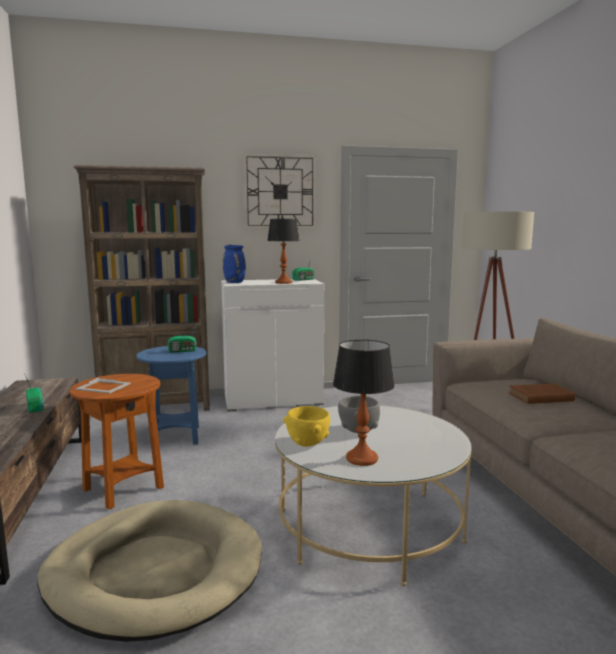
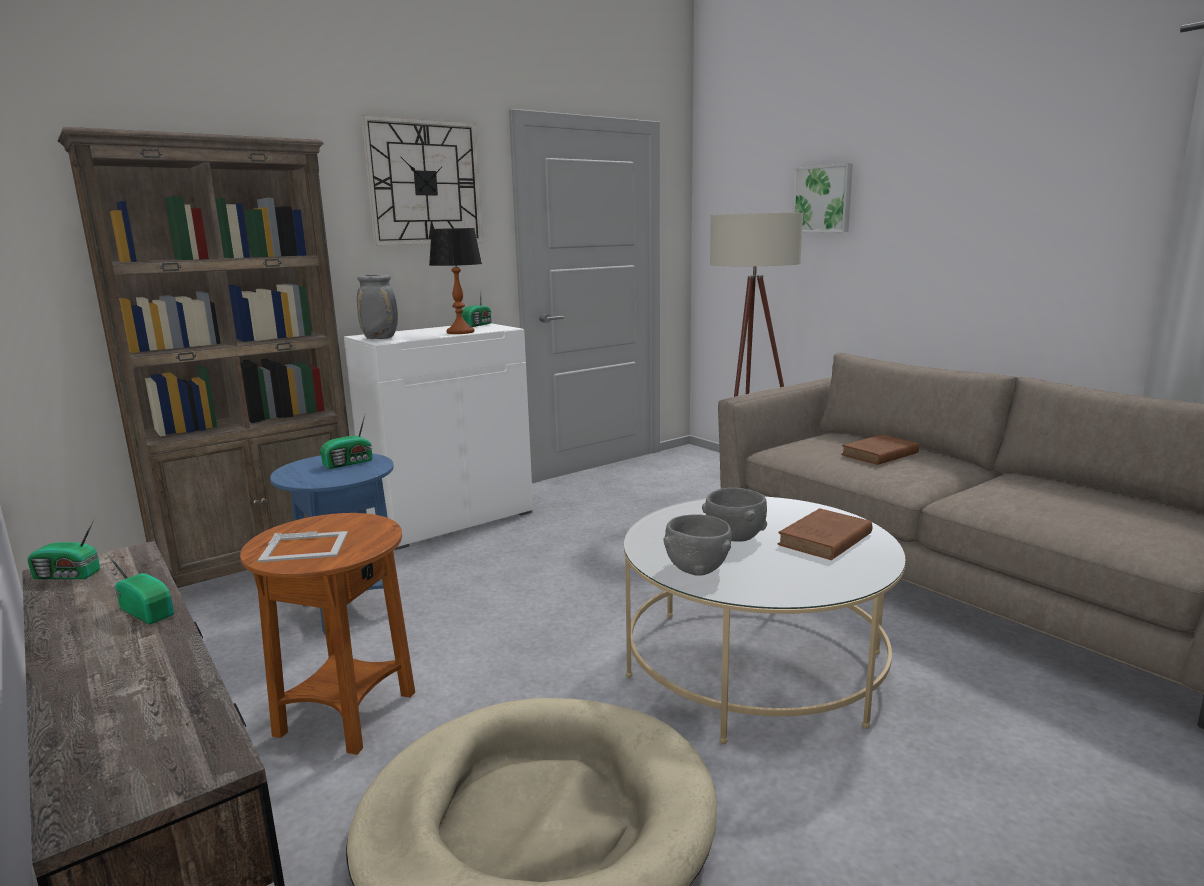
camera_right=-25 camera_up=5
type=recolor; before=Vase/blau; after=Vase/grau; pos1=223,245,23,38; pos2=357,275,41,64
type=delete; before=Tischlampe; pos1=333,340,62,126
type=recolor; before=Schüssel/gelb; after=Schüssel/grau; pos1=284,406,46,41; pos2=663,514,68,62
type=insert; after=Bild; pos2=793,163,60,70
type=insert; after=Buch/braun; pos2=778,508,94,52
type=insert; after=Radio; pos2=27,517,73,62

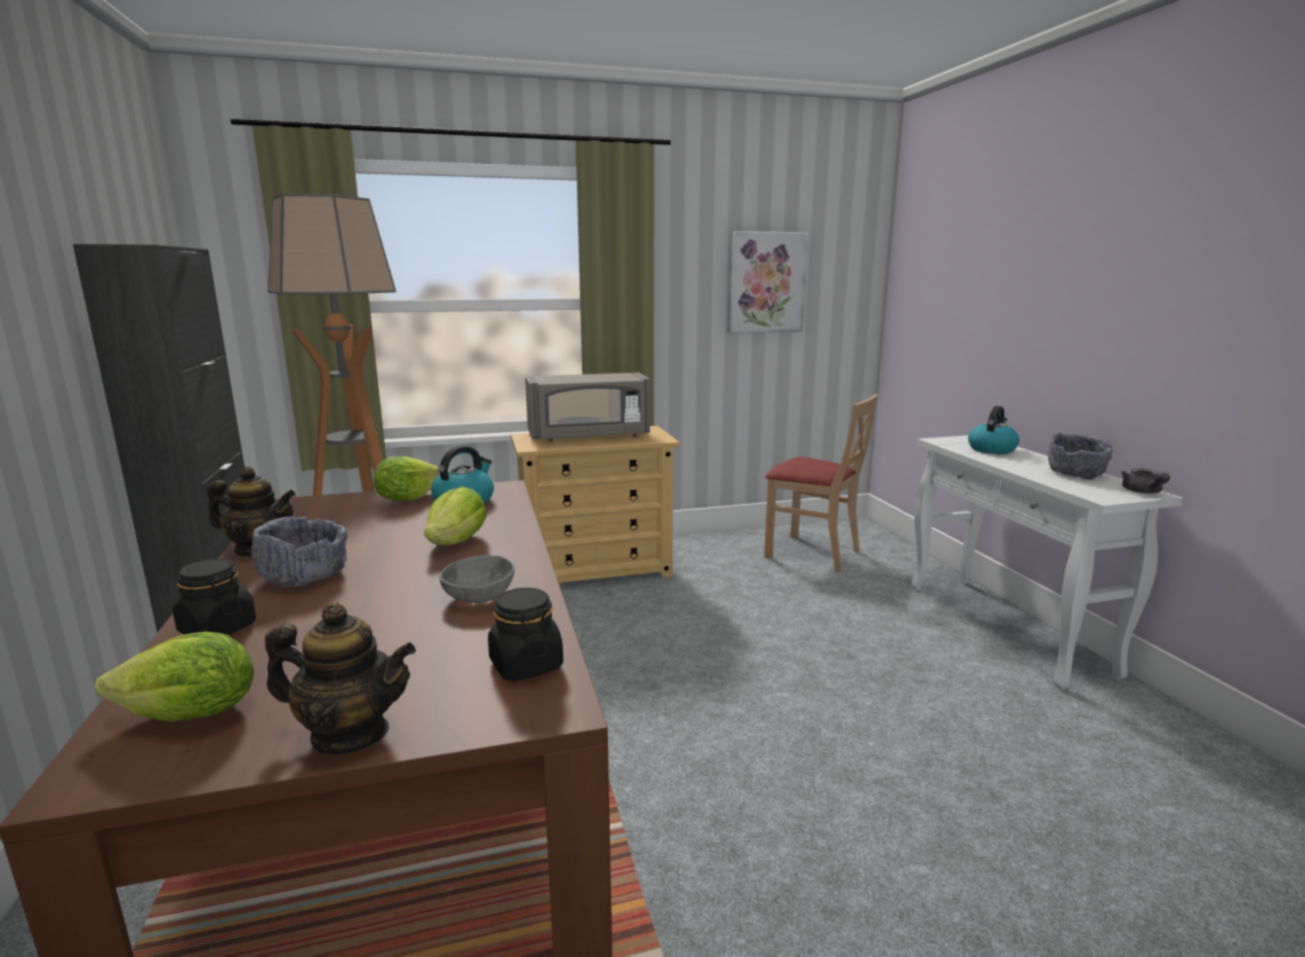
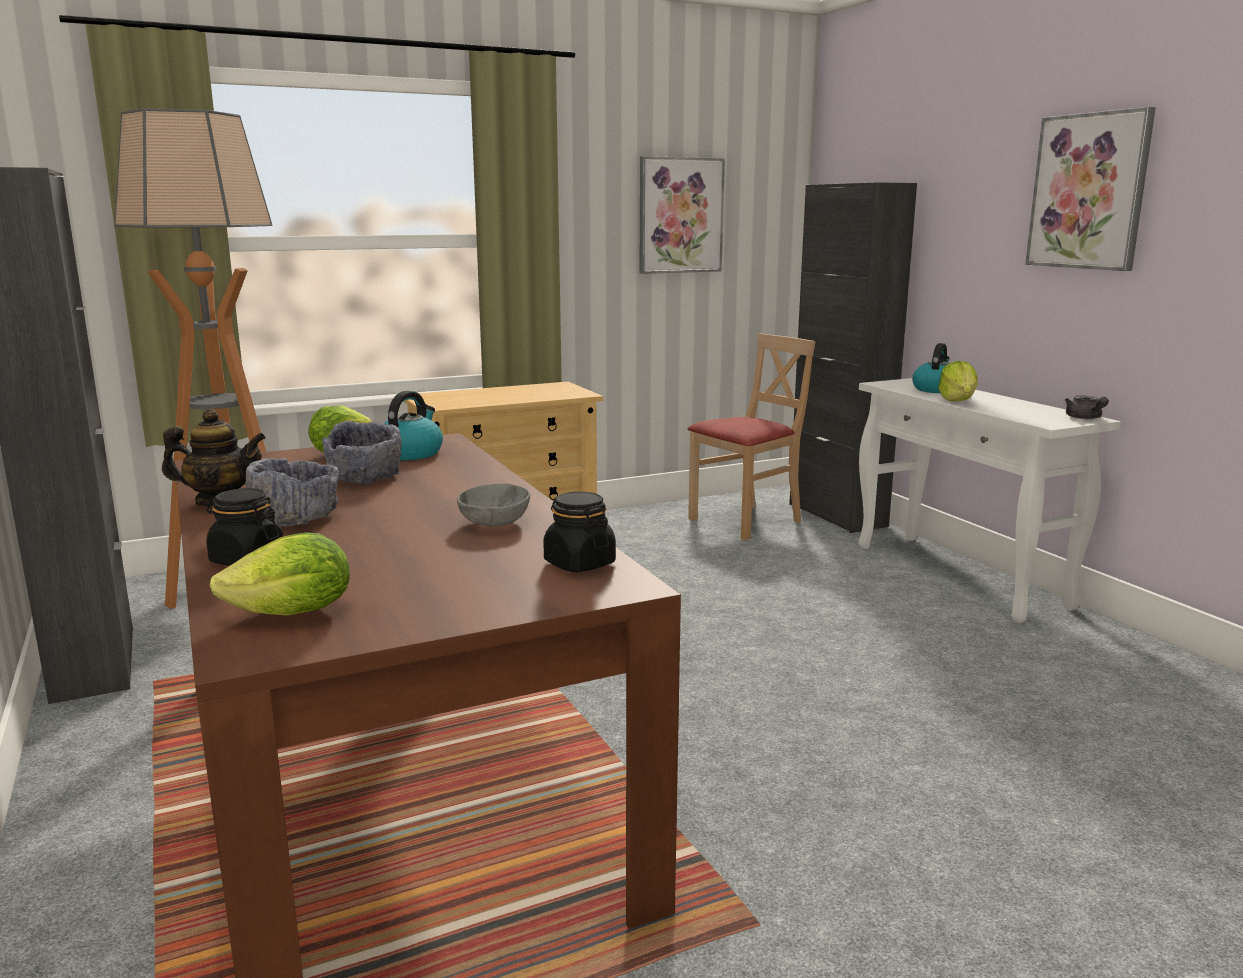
camera_right=-10 camera_up=0
type=delete; before=Mikrowelle/grau; pos1=525,373,125,69
type=rotate; before=Stuhl/beige; pos1=764,394,114,178; pos2=687,333,129,207; turn=-60
type=move; before=Schüssel/grau; pos1=1048,433,65,46; pos2=322,421,80,64
type=move; before=Salatkopf; pos1=424,487,63,58; pos2=938,361,40,40
type=delete; before=Teekanne; pos1=265,603,151,152
type=insert; after=Bild; pos2=1025,107,131,164
type=insert; after=Schrank/schwarz; pos2=789,182,128,351

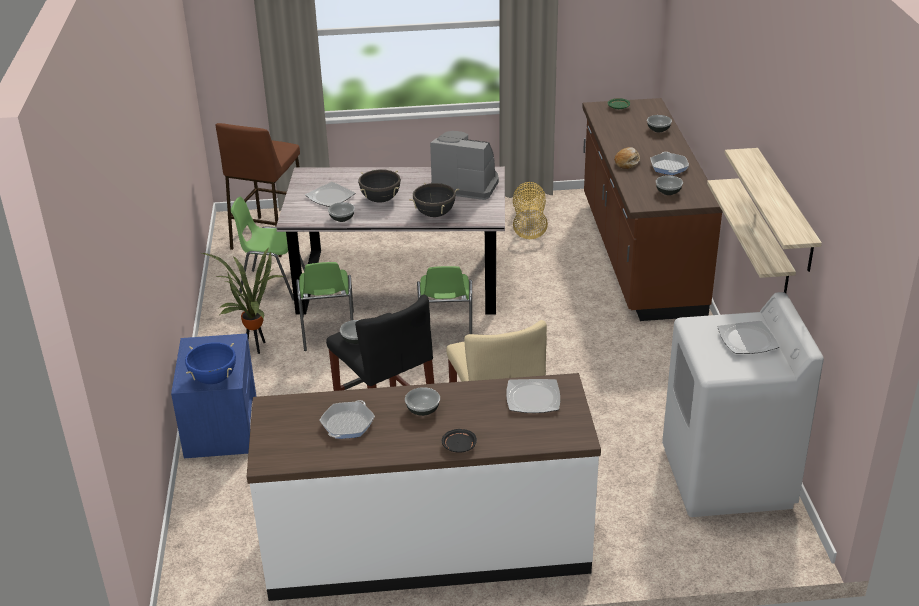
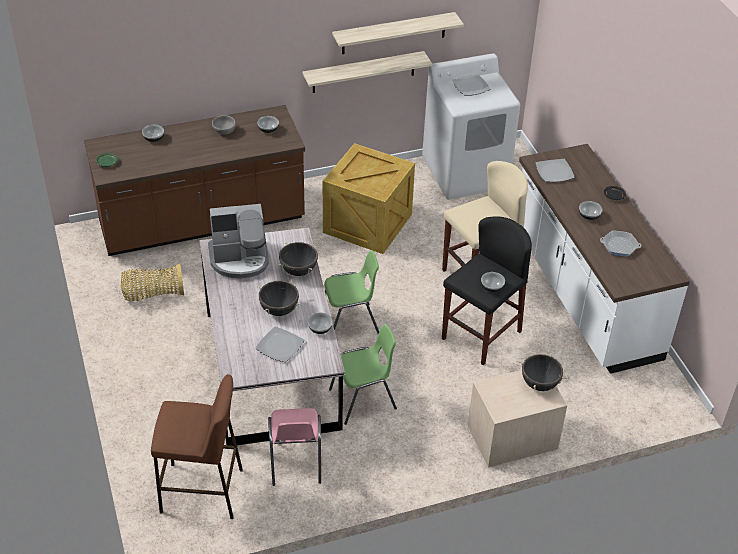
camera_right=-105 camera_up=10
type=rotate; before=Kaffeemaschine; pos1=430,131,69,69; pos2=208,204,61,75; turn=-105
type=delete; before=Brot; pos1=614,147,26,22
type=replace; before=Pfanne; after=Schüssel/grau; pos1=650,152,39,23; pos2=212,115,24,20
type=recolor; before=Stuhl/grün; after=Stuhl/rosa; pos1=231,197,74,104; pos2=268,408,53,78
type=delete; before=Topfpflanze; pos1=202,248,83,106
type=recolor; before=Nachttisch/blau; after=Nachttisch/beige; pos1=171,334,86,124; pos2=468,370,99,97
type=recolor; before=Kochtopf/blau; after=Kochtopf/schwarz; pos1=185,342,51,42; pos2=518,353,49,38
type=insert; after=Kiste; pos2=323,143,92,111

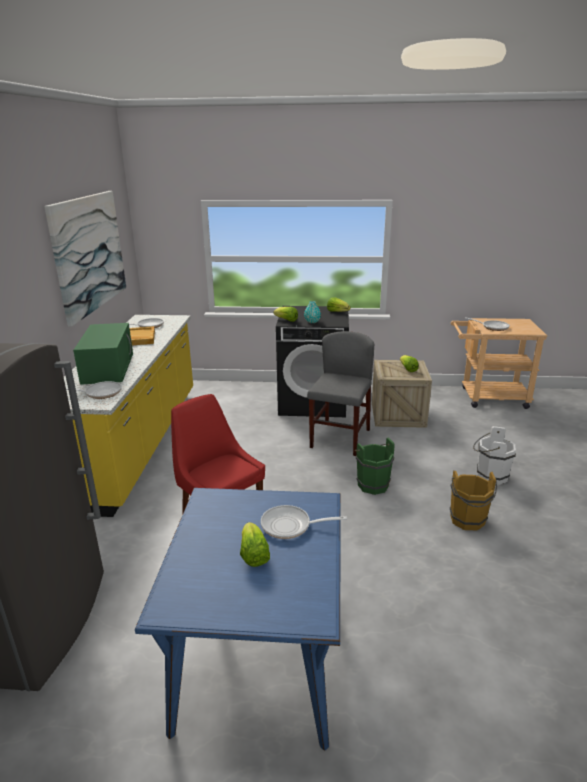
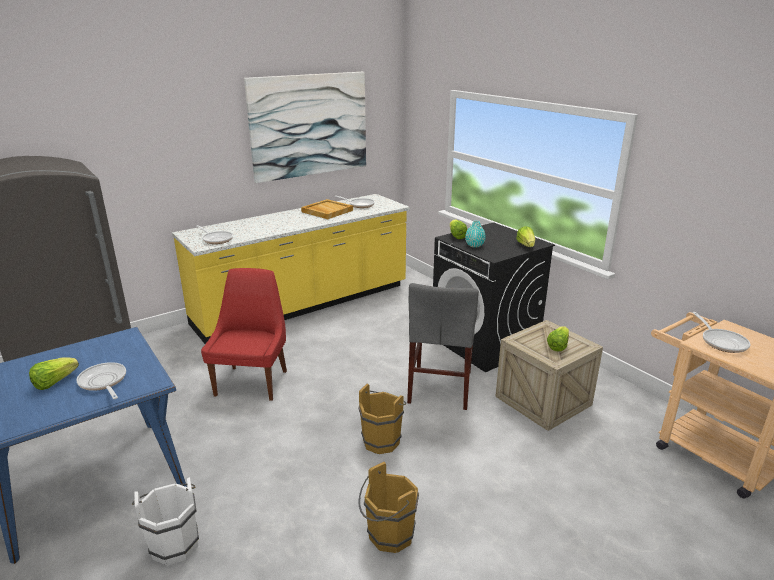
camera_right=50 camera_up=0
type=delete; before=Mikrowelle/grün; pos1=73,323,60,62
type=rotate; before=Stuhl/grau; pos1=307,331,67,125; pos2=407,283,72,127; turn=120
type=move; before=Eimer/weiß; pos1=473,426,43,59; pos2=132,477,67,89
type=recolor; before=Eimer/grün; after=Eimer/braun; pos1=354,437,41,58; pos2=358,383,48,71

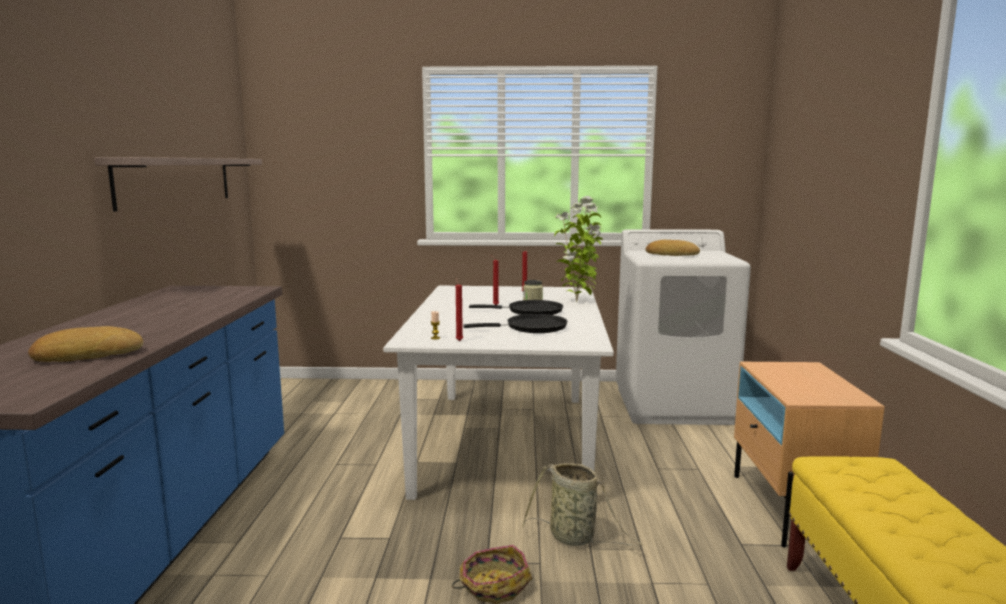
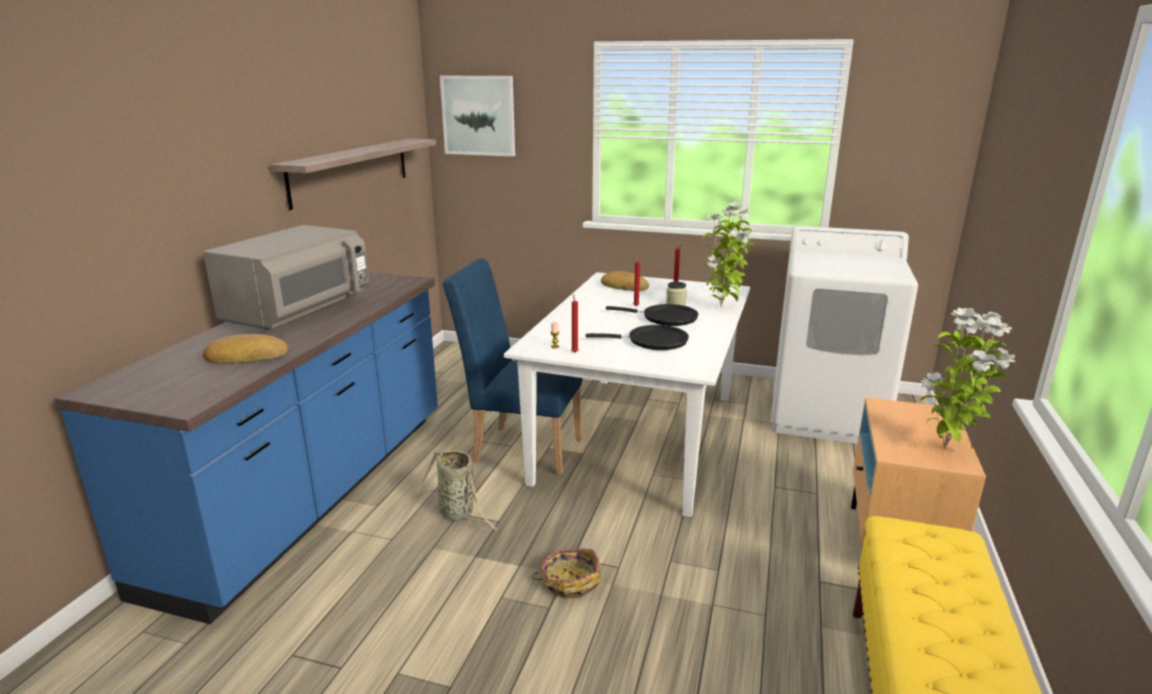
camera_right=15 camera_up=10
type=move; before=Brot; pos1=646,240,54,16; pos2=601,271,48,20
type=move; before=Korb; pos1=522,463,121,83; pos2=414,450,85,80
type=insert; after=Bild; pos2=440,76,75,80
type=insert; after=Mikrowelle/grau; pos2=203,225,166,105
type=insert; after=Stuhl/blau; pos2=443,258,139,218
type=insert; after=Topfpflanze; pos2=921,308,94,141

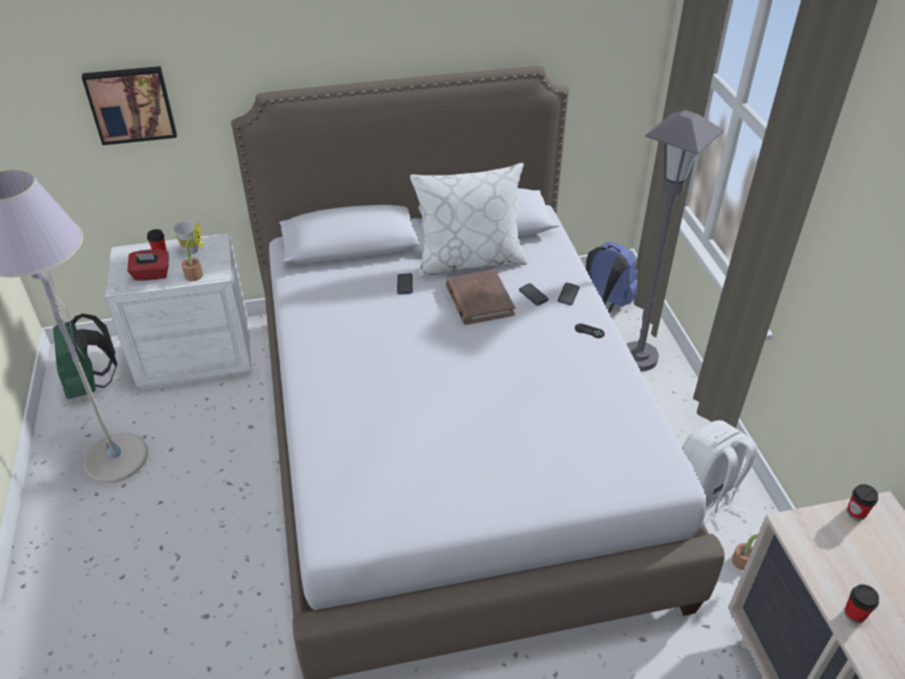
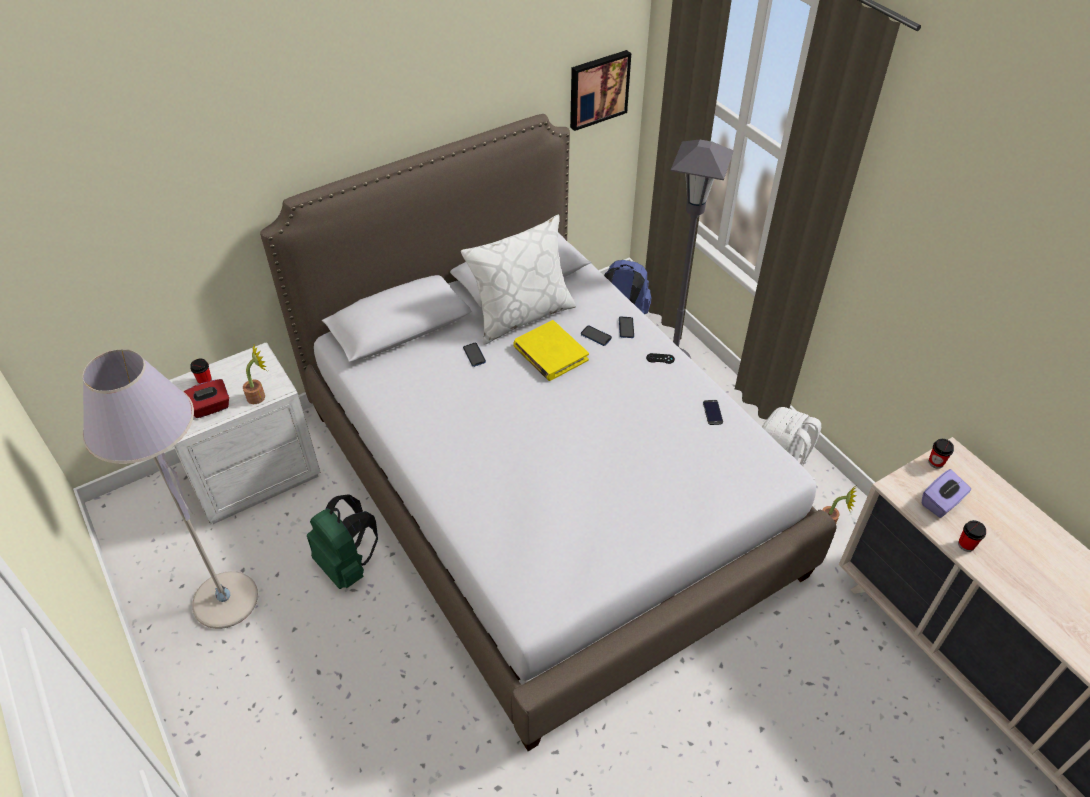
camera_right=-20 camera_up=5
type=move; before=Bild; pos1=82,66,95,79; pos2=570,50,61,81
type=delete; before=Tasse/weiß; pos1=173,220,26,35
type=recolor; before=Buch/braun; after=Buch/gelb; pos1=446,269,69,56; pos2=513,320,76,61
type=move; before=Rucksack/grün; pos1=53,314,64,85; pos2=307,494,71,95
type=insert; after=Handy; pos2=703,400,20,25
type=insert; after=Taschentuchbox/lila; pos2=922,469,49,49

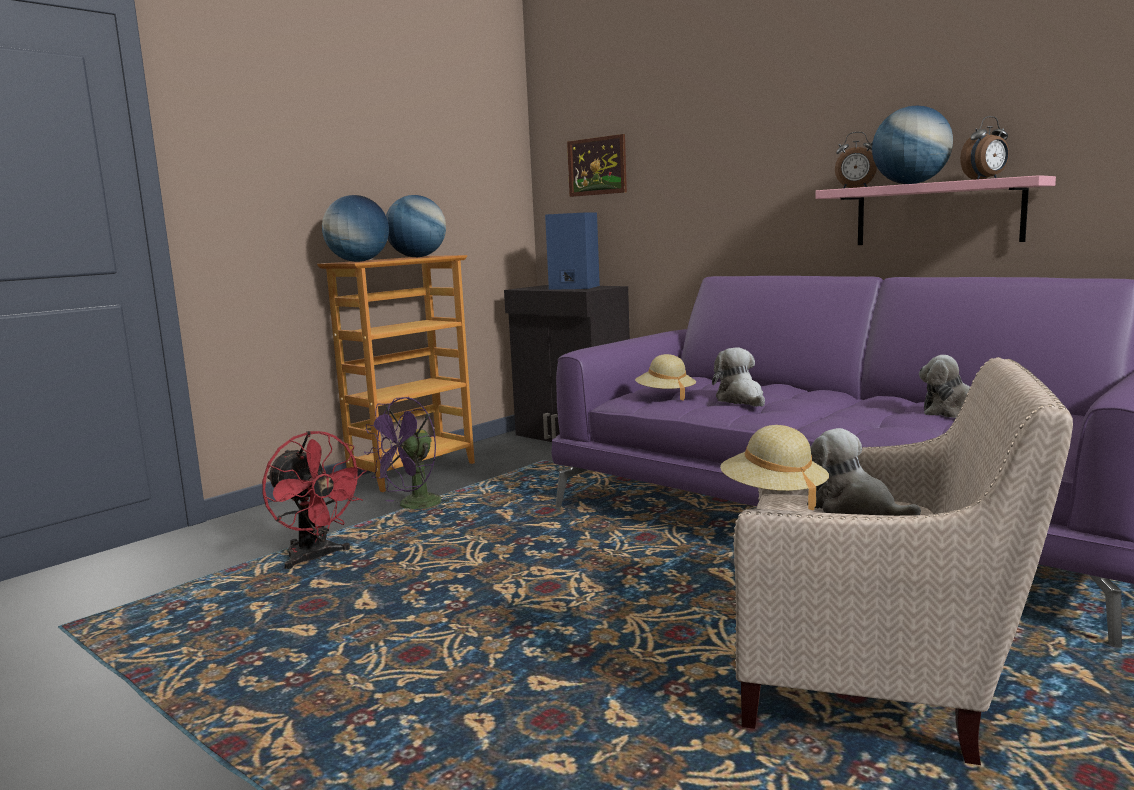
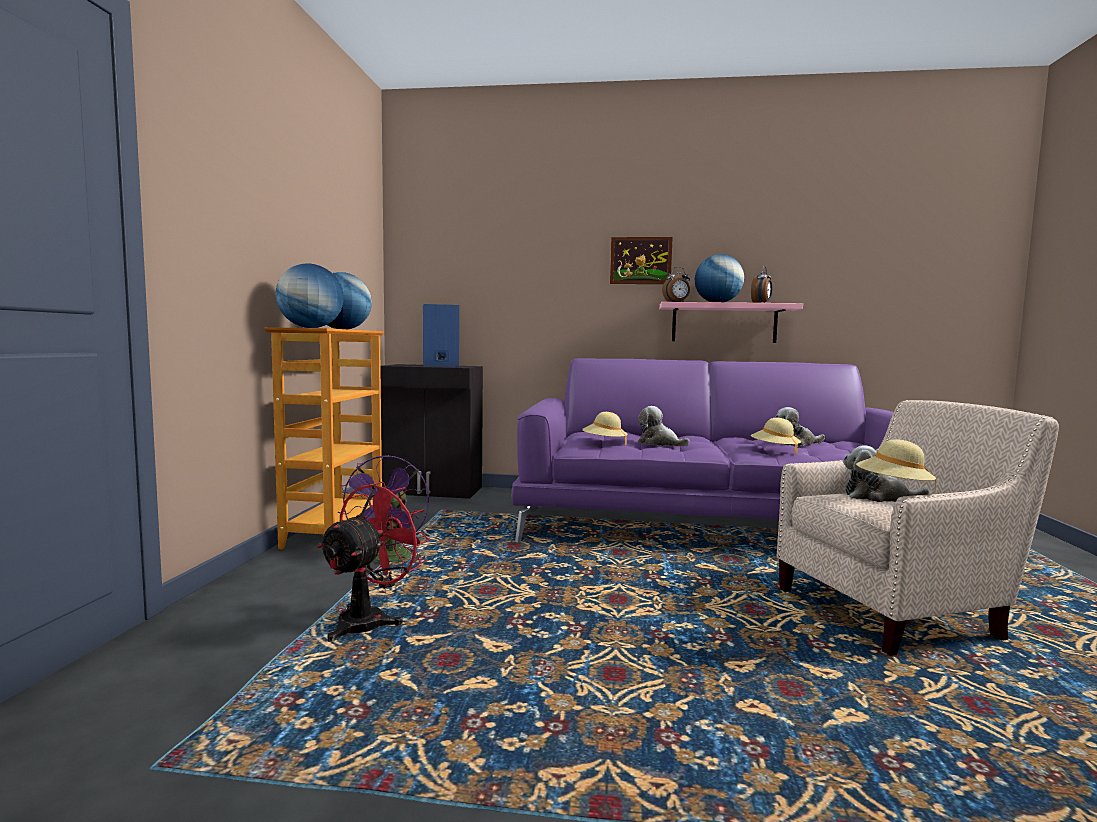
camera_right=-35 camera_up=-5
type=move; before=Bild; pos1=567,134,60,63; pos2=610,237,63,47
type=rotate; before=Ventilator/rot; pos1=262,431,105,138; pos2=317,482,113,160; turn=-75
type=insert; after=Hut/beige; pos2=751,418,50,36

